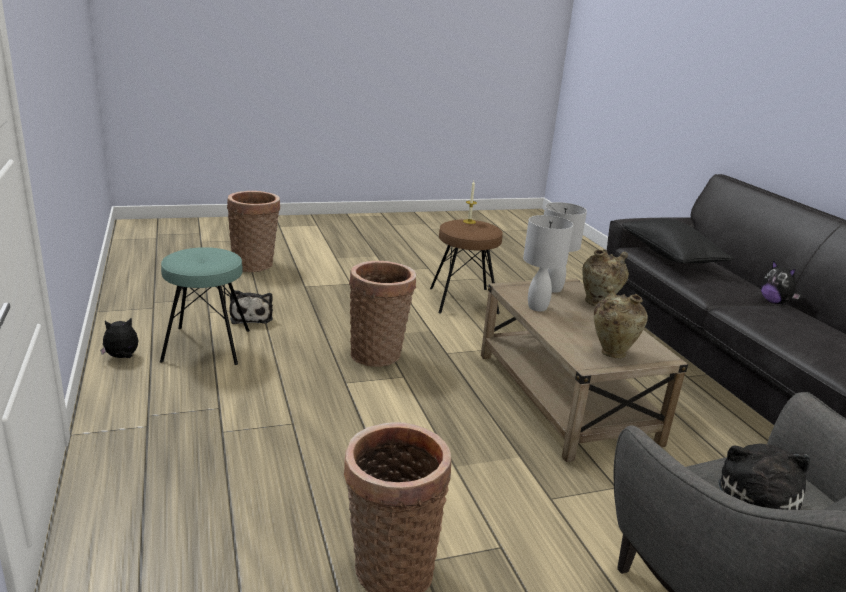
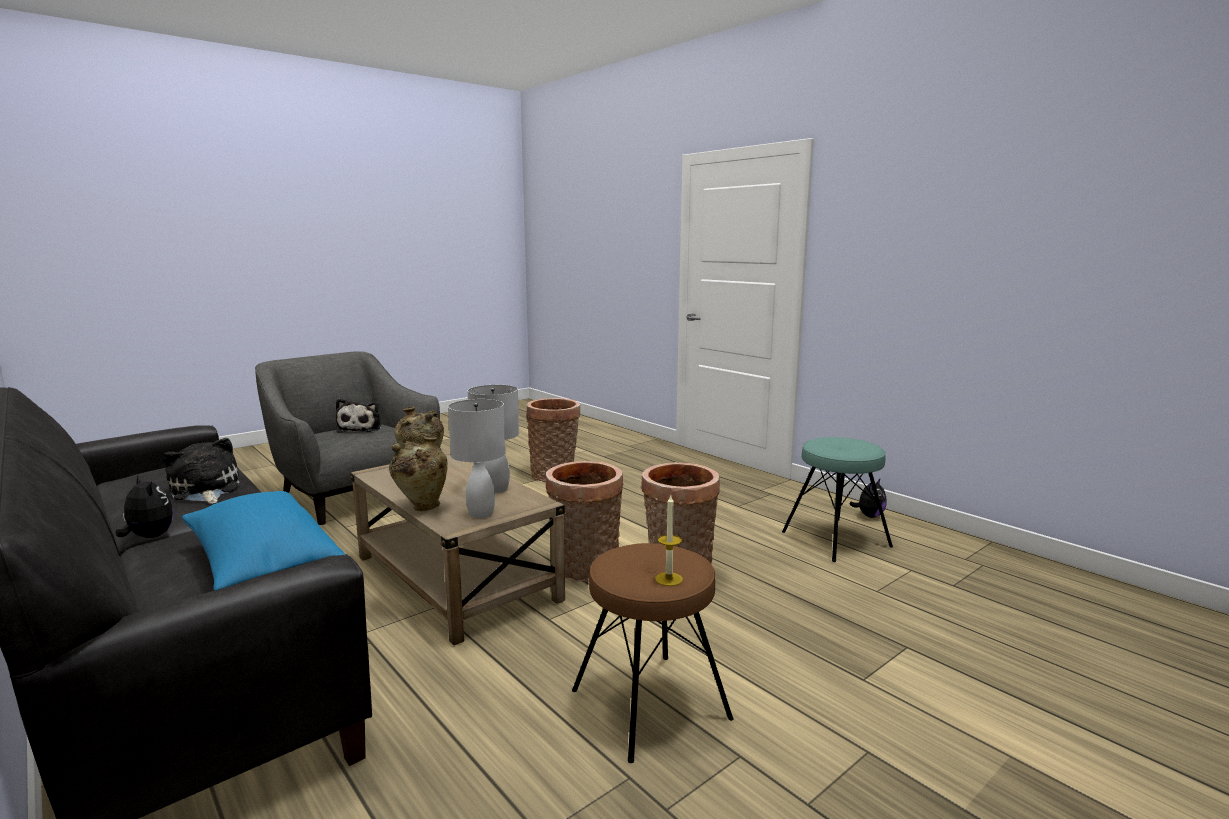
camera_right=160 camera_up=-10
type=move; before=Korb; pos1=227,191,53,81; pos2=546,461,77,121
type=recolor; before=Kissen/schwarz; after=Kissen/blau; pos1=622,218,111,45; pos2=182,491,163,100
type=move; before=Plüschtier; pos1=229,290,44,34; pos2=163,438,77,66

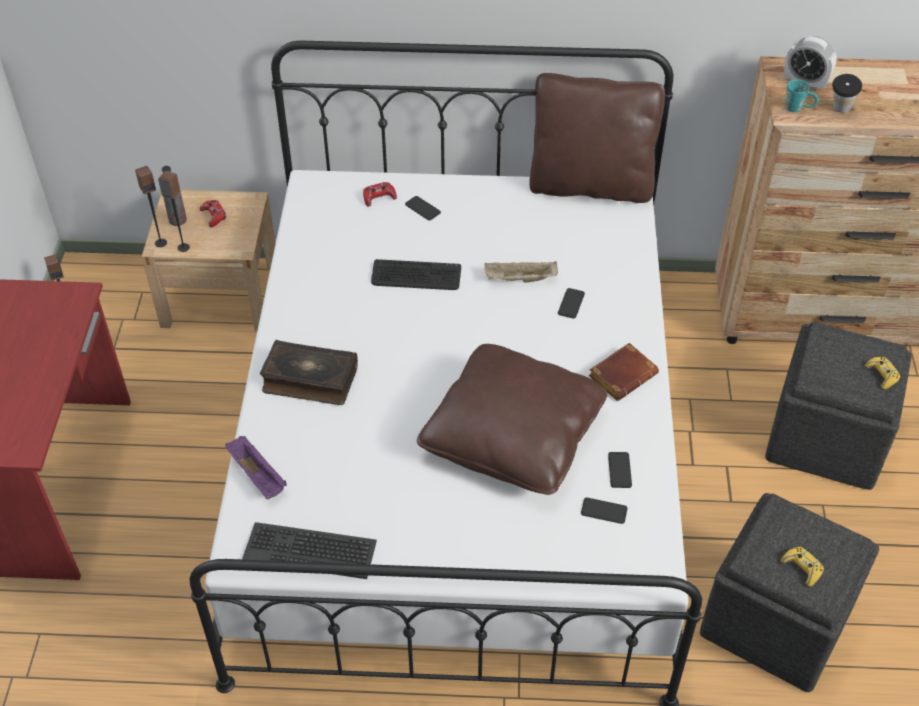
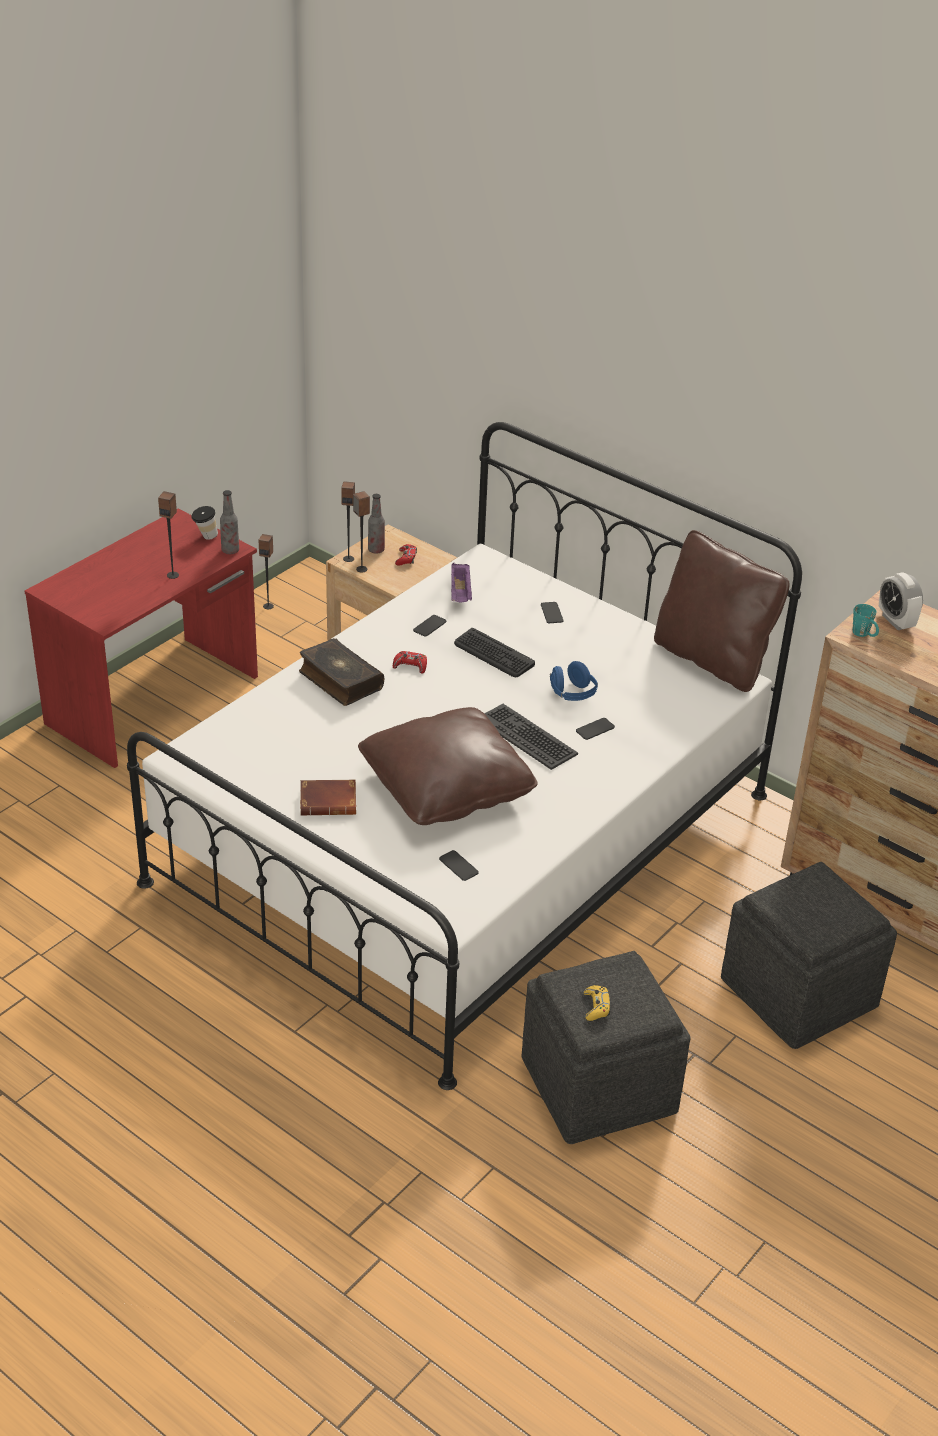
camera_right=35 camera_up=-10
type=move; before=Tasse; pos1=832,74,30,39; pos2=191,506,27,34
type=move; before=Gamepad/rot; pos1=363,182,34,25; pos2=393,651,34,23
type=replace; before=Tablett/beige; after=Kopfhörer/blau; pos1=484,261,74,22; pos2=550,661,48,40
type=move; before=Buch/braun; pos1=588,343,71,58; pos2=300,780,56,36
type=delete; before=Gamepad/gelb; pos1=864,357,36,32
type=move; before=Tablett/lila; pos1=225,436,62,63; pos2=451,562,21,40
type=move; before=Handy; pos1=608,452,24,36; pos2=413,615,33,22
type=move; before=Tastatur; pos1=242,522,135,57; pos2=484,704,94,66
type=insert; after=Flasche; pos2=220,490,19,64
type=insert; after=Lautsprecher; pos2=158,491,21,88

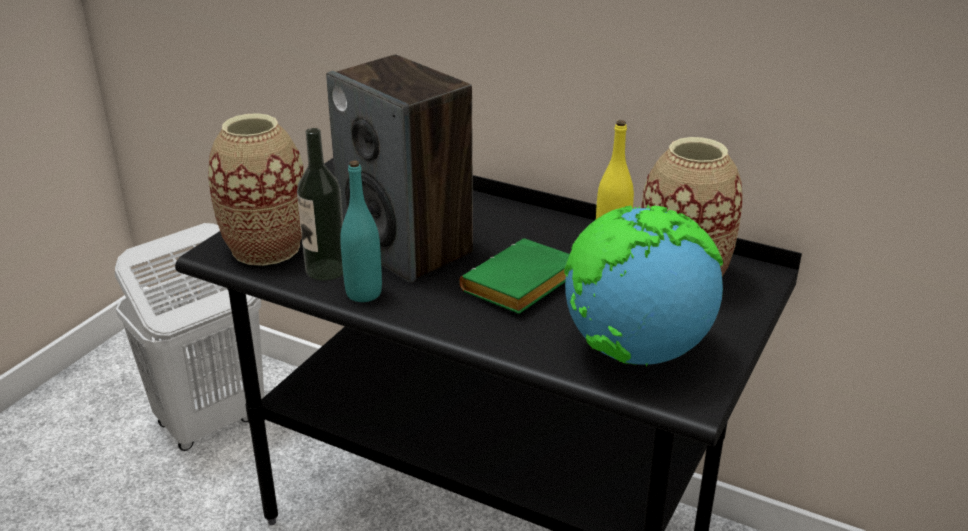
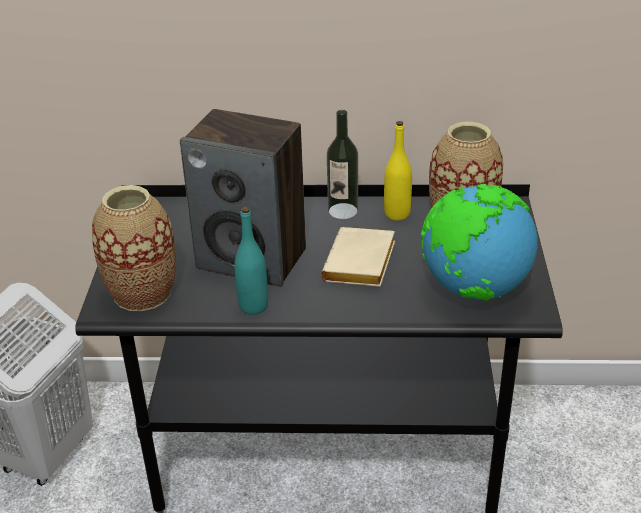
camera_right=-25 camera_up=5
type=move; before=Flasche; pos1=297,128,46,153; pos2=327,110,31,110
type=recolor; before=Buch/grün; after=Buch/beige; pos1=459,238,111,76; pos2=321,227,74,60

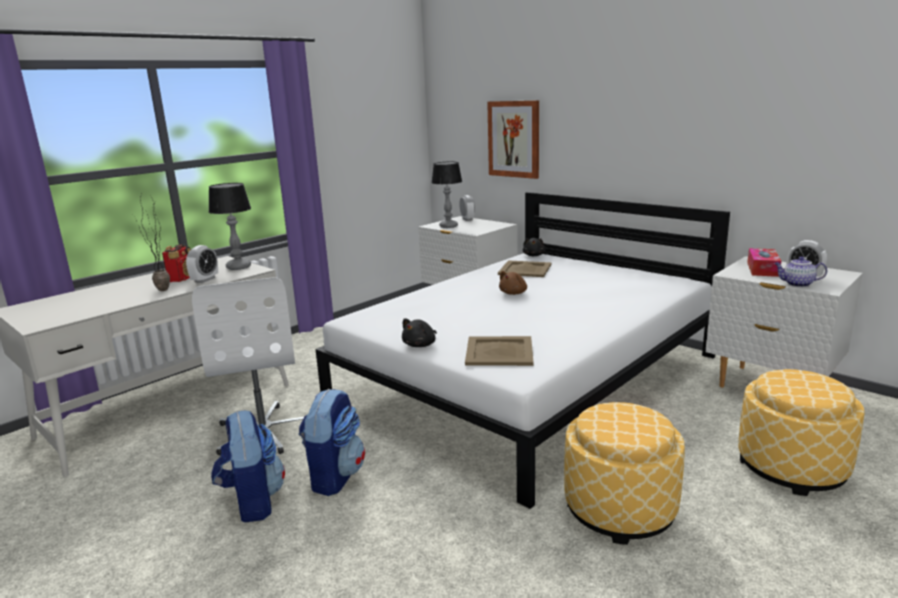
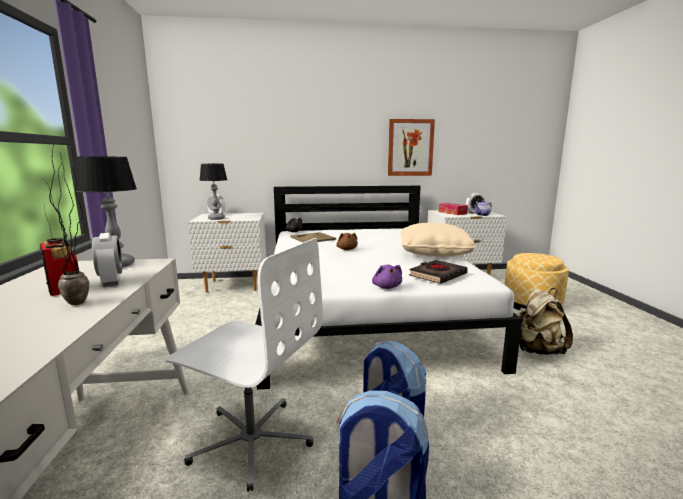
camera_right=-50 camera_up=-5
type=move; before=Bild; pos1=487,100,52,79; pos2=388,119,47,57
type=recolor; before=Plüschtier/schwarz; after=Plüschtier/lila; pos1=402,318,35,29; pos2=372,264,30,25
type=replace; before=Tablett/beige; after=Buch/schwarz; pos1=465,336,69,30; pos2=409,260,59,24
type=replace; before=Polsterhocker; after=Rucksack/beige; pos1=564,402,121,143; pos2=517,288,56,67
type=insert; after=Kissen/beige; pos2=400,223,76,34

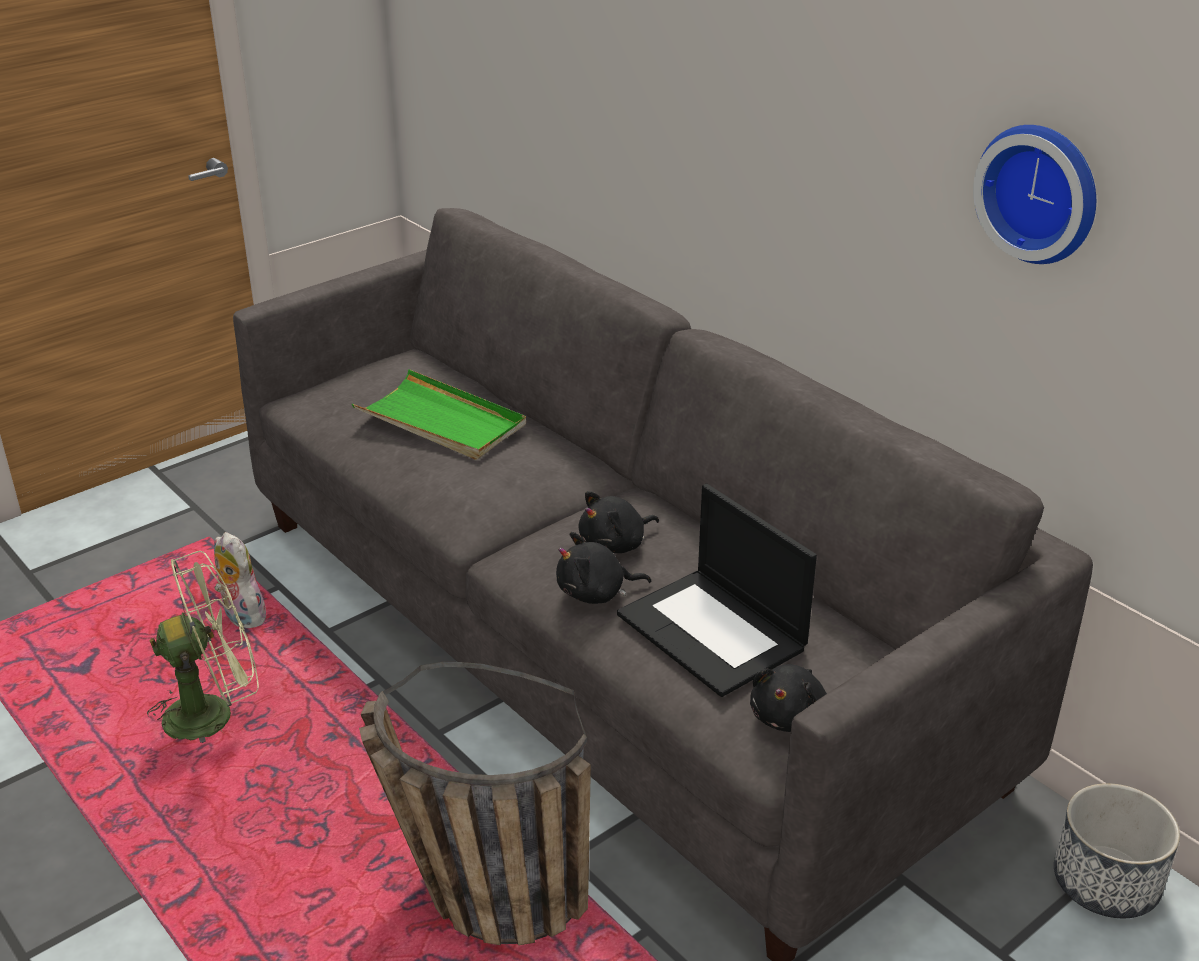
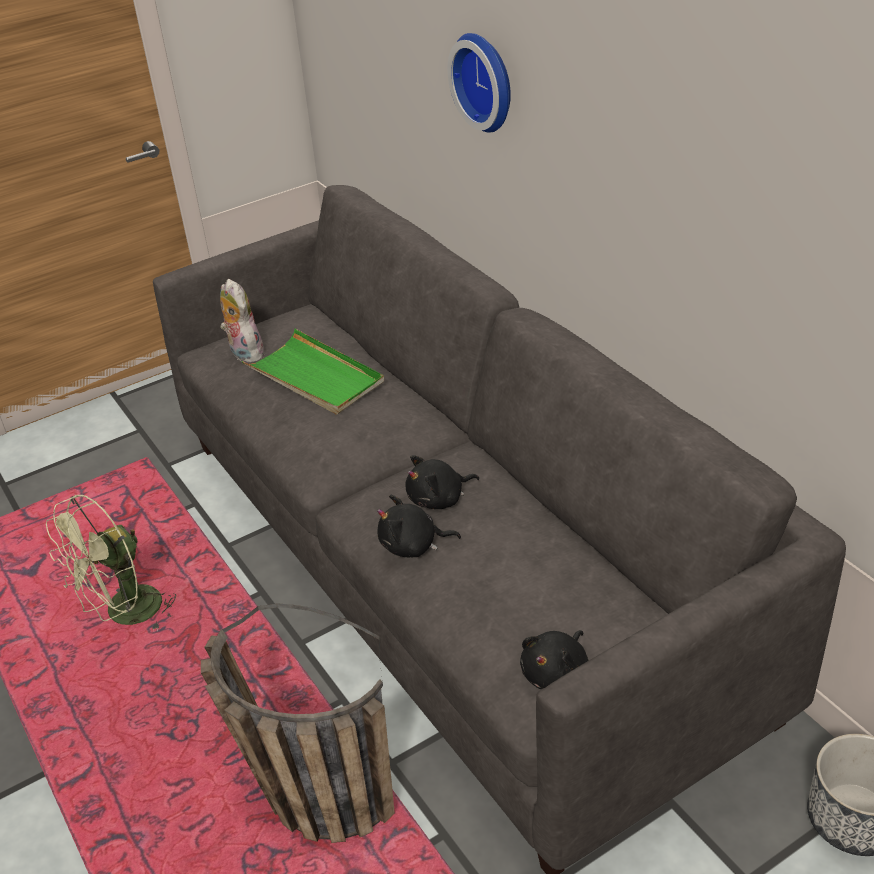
camera_right=10 camera_up=5
type=move; before=Wanduhr; pos1=973,125,123,139; pos2=448,33,63,100
type=delete; before=Laptop; pos1=617,484,200,213
type=move; before=Plüschtier; pos1=214,532,55,96; pos2=220,279,44,84
type=rotate; before=Ventilator/grün; pos1=147,551,112,192; pos2=46,495,130,137; turn=150

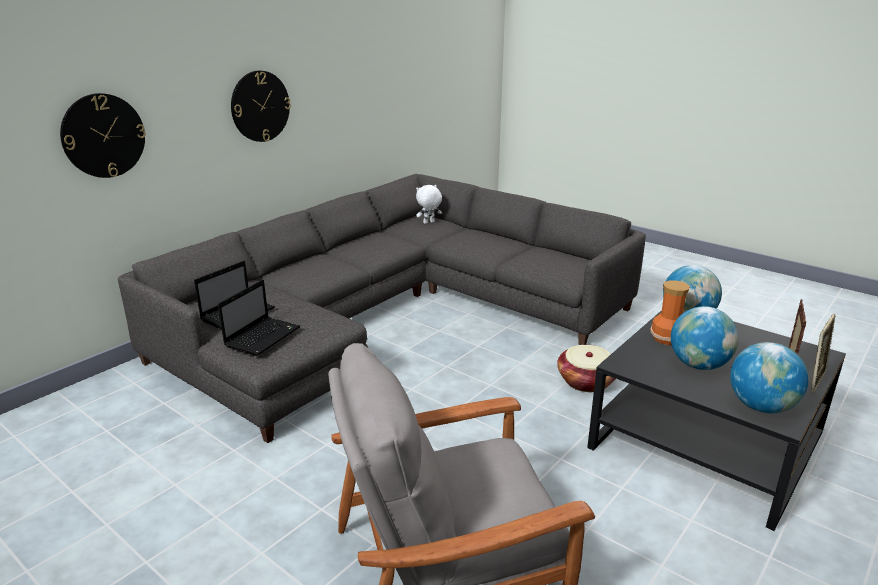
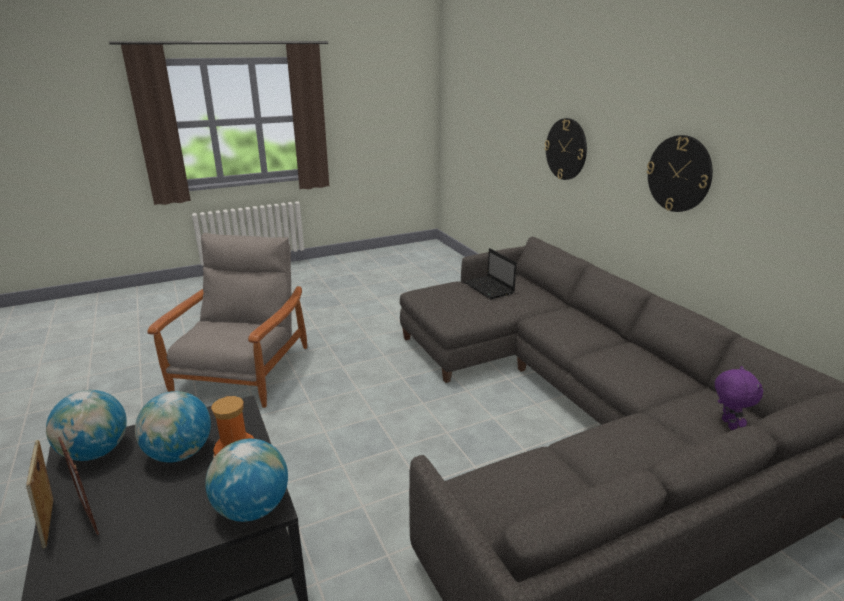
camera_right=115 camera_up=0
type=recolor; before=Plüschtier/weiß; after=Plüschtier/lila; pos1=416,185,26,39; pos2=715,366,48,64
type=delete; before=Laptop; pos1=218,280,82,76
type=delete; before=Korb; pos1=557,345,59,47

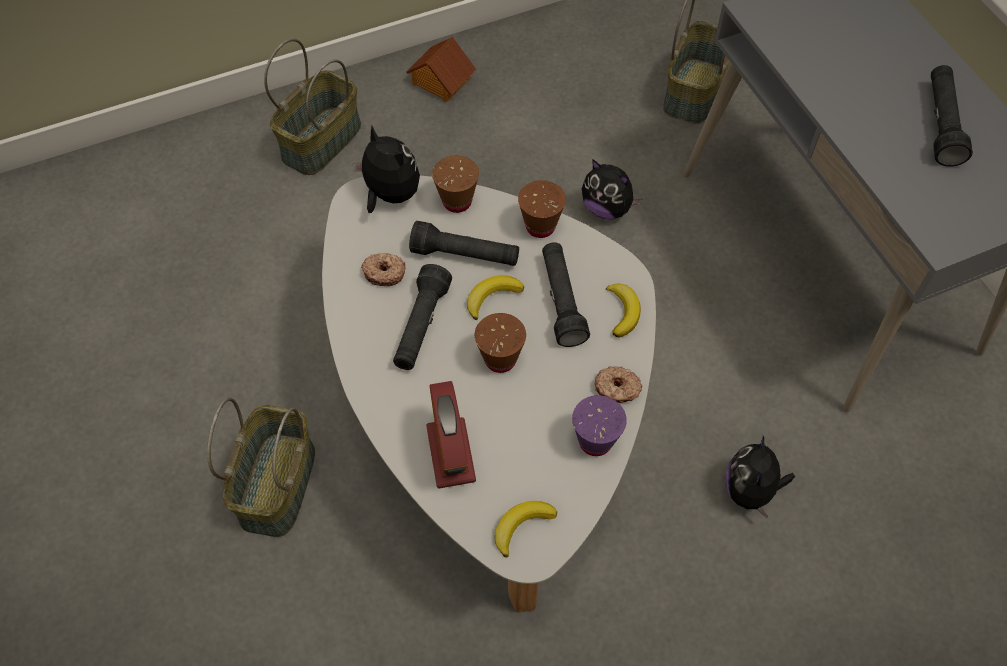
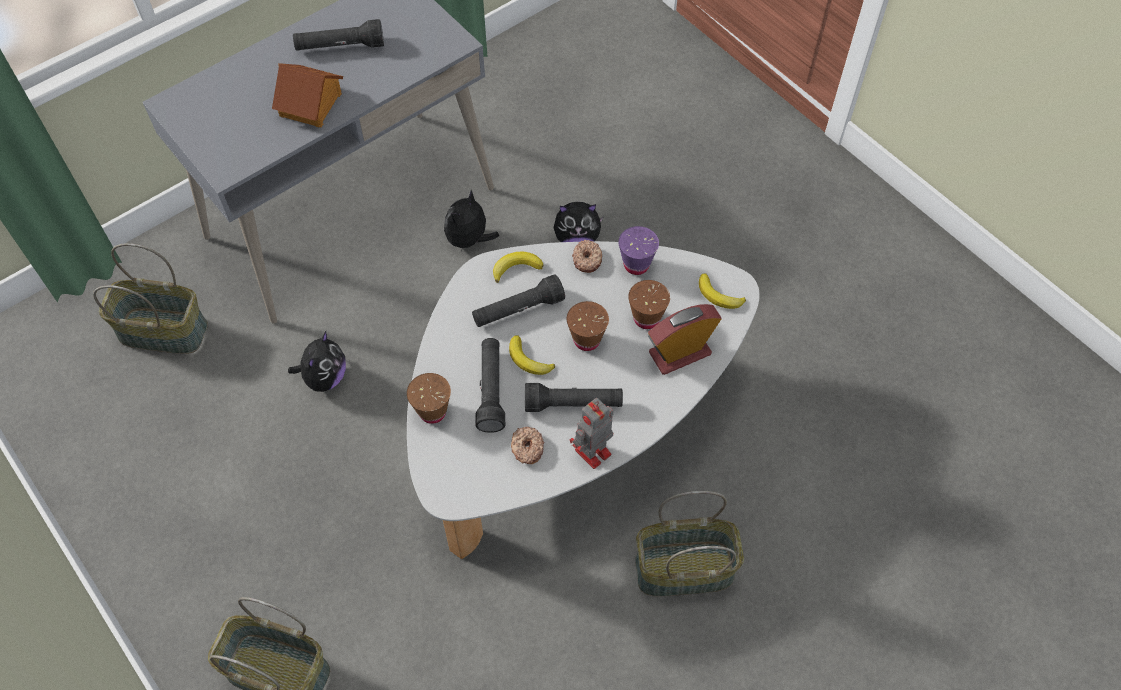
camera_right=-105 camera_up=0
type=move; before=Spielzeughaus; pos1=406,36,70,66; pos2=272,63,71,64
type=move; before=Plüschtier; pos1=352,126,68,87; pos2=444,190,55,61
type=move; before=Tasse/braun; pos1=518,180,48,58; pos2=628,280,42,49
type=insert; after=Spielzeugroboter; pos2=570,398,43,71

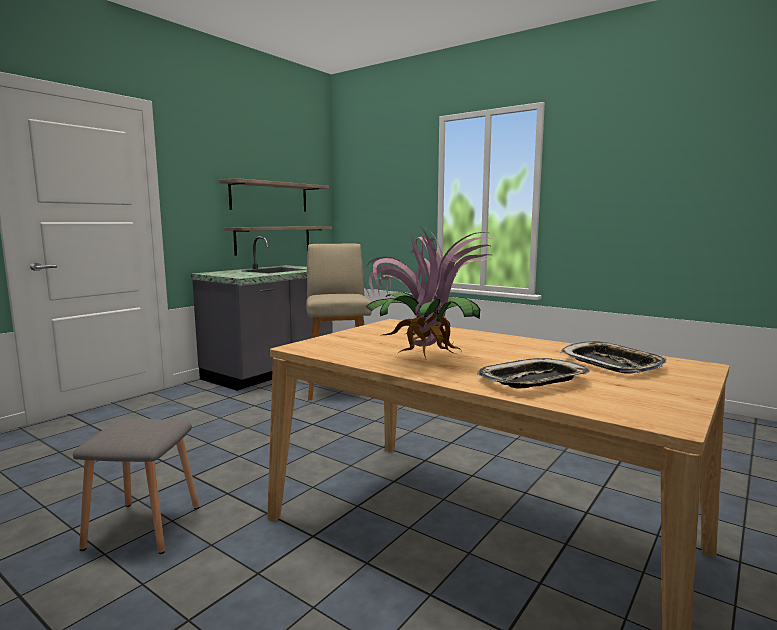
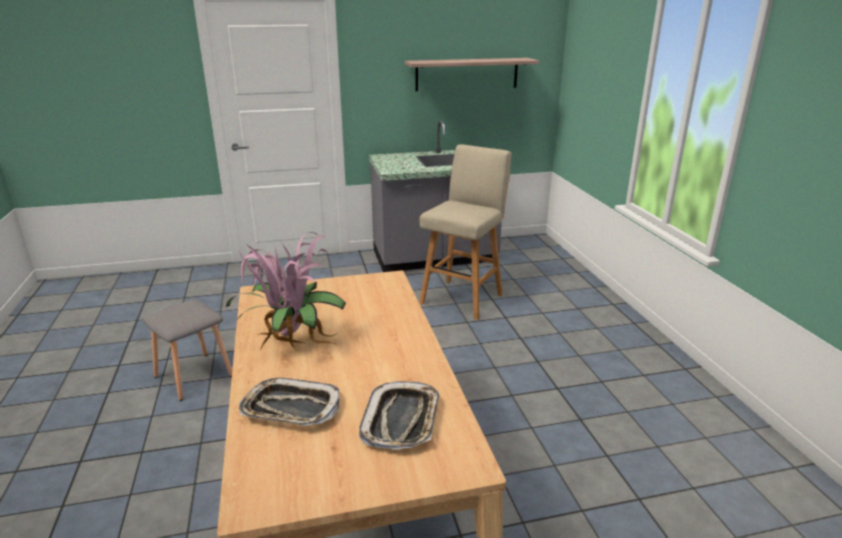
camera_right=40 camera_up=15
type=delete; before=Wandregal; pos1=224,226,108,30

